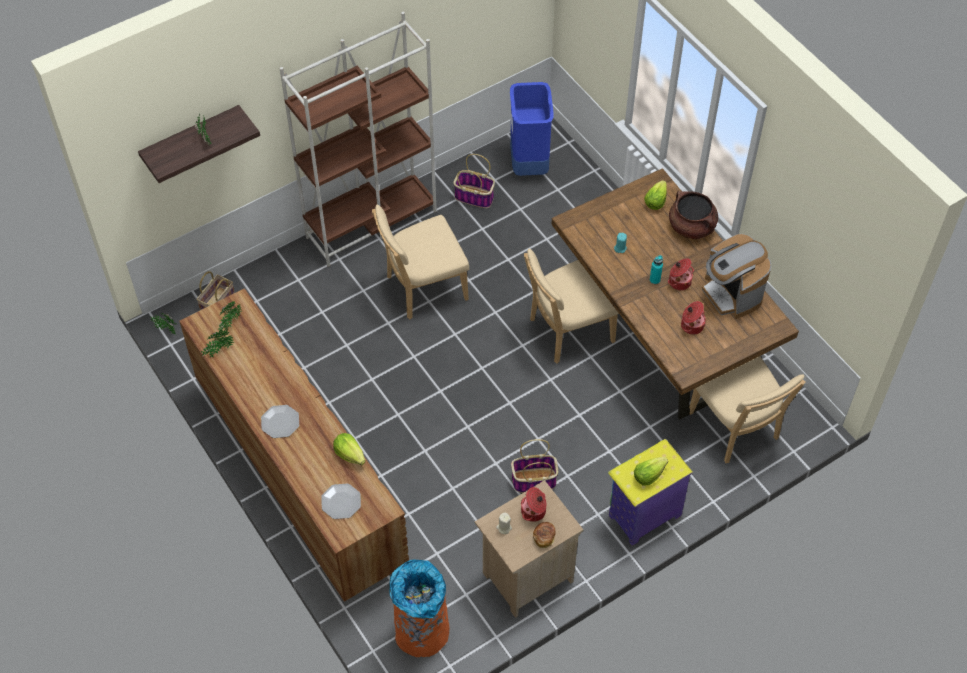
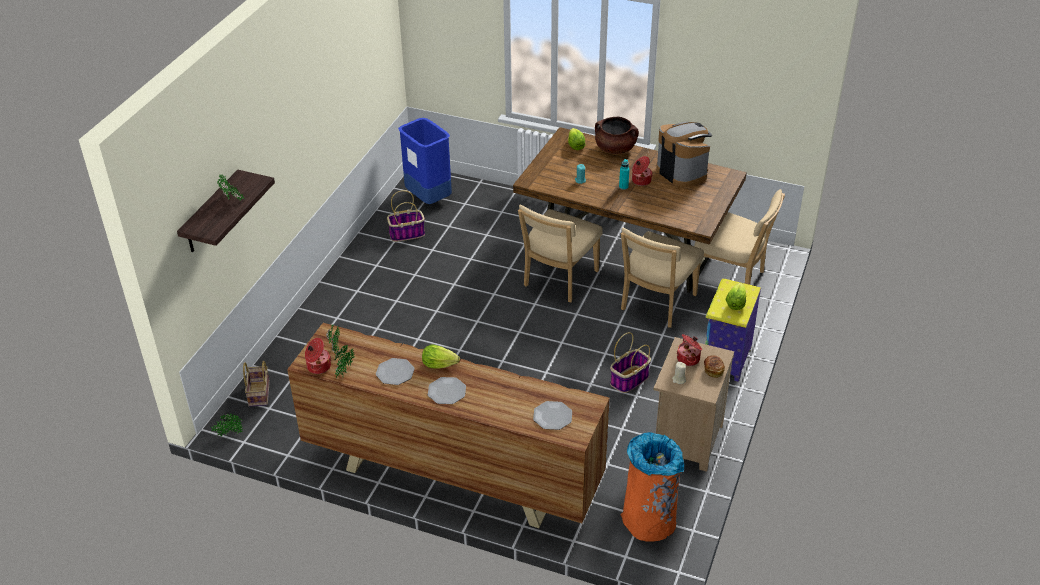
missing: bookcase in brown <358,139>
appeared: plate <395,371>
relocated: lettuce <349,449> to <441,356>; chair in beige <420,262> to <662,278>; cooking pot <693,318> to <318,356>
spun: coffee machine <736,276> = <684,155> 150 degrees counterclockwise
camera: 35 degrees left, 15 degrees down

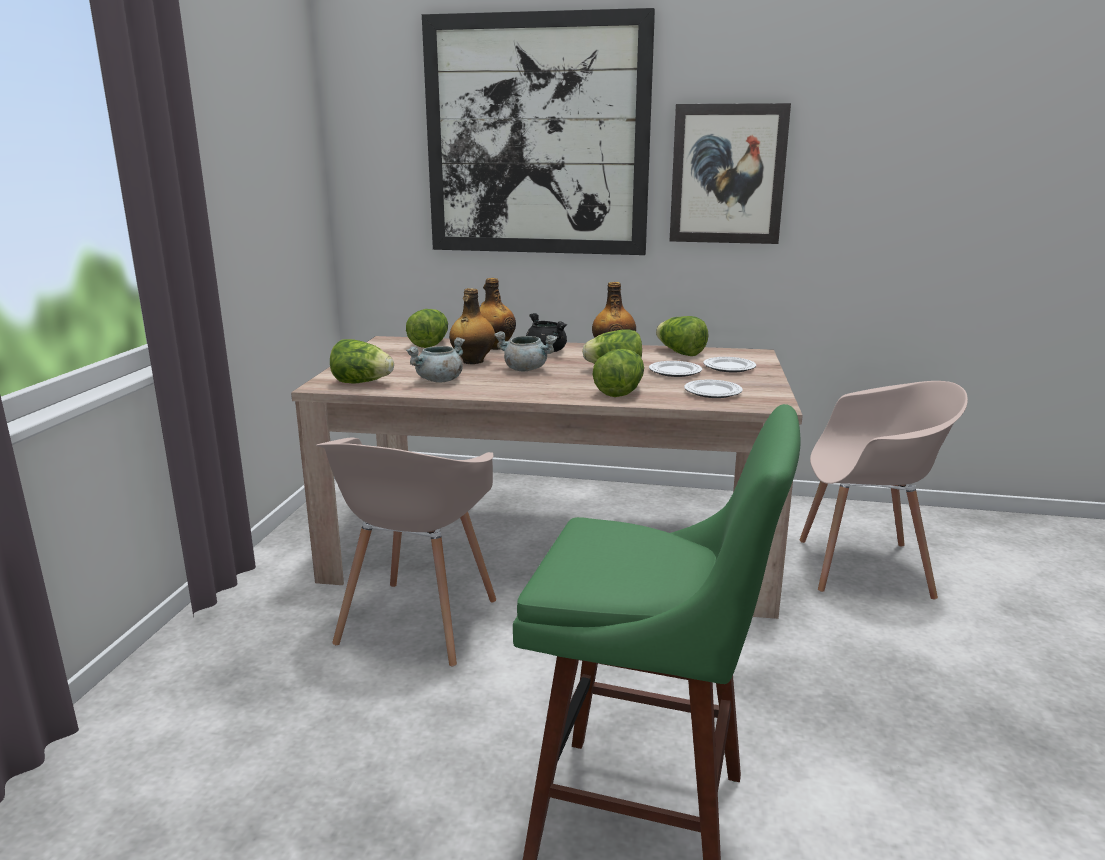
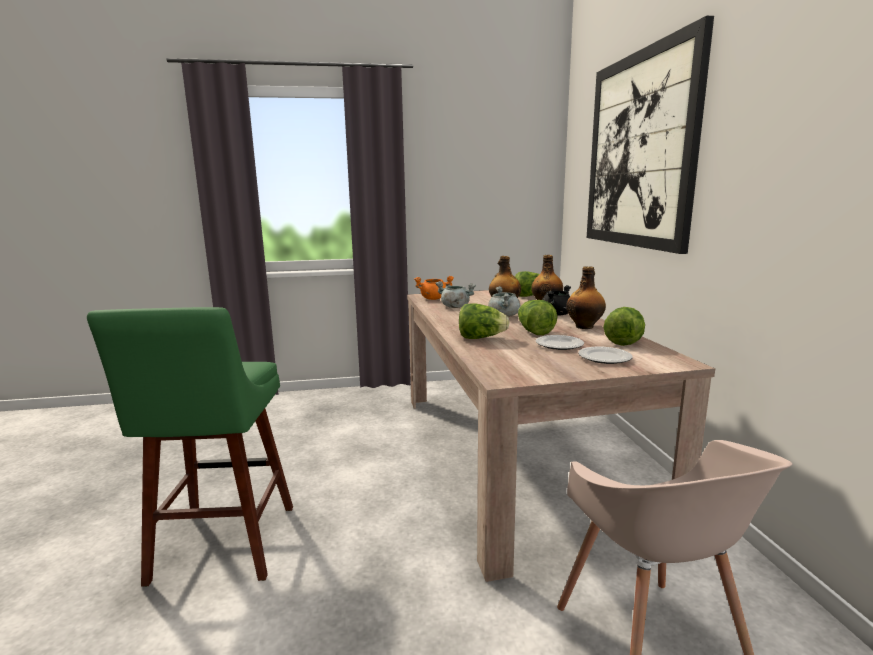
missing: chair in beige <406,552>; picture <730,173>; plate <713,388>
exchanged: lettuce <362,361> to cooking pot in orange <434,288>
camera: 70 degrees right, 5 degrees down

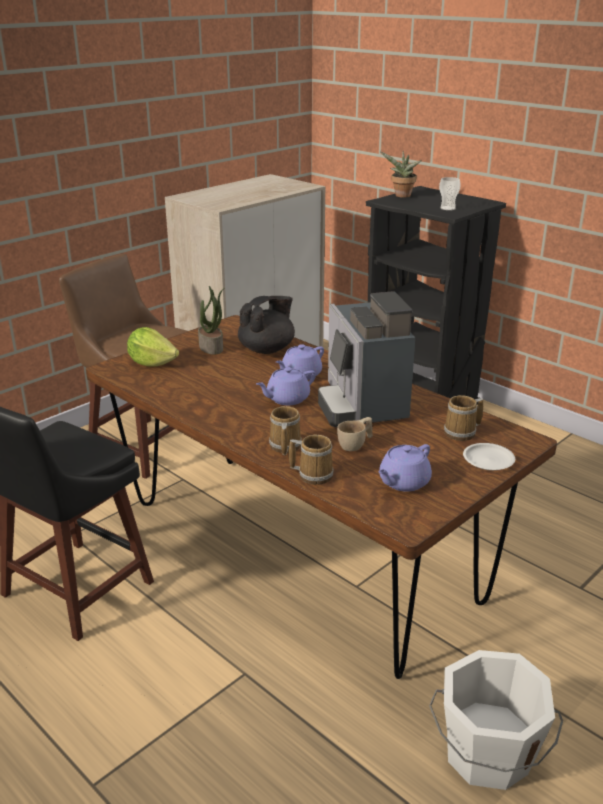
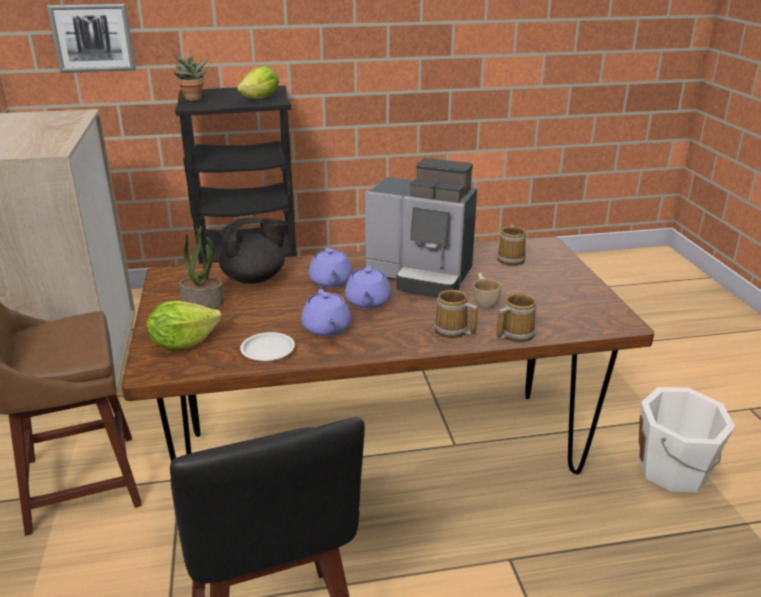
appeared: picture <91,38>
relocated: teapot in purple <405,468> to <326,312>; plate in white <489,456> to <267,346>
exchanged: cup <450,194> to lettuce <258,82>
spun: teapot in black <266,325> = <253,250> 75 degrees clockwise
camera: 55 degrees left, 0 degrees up

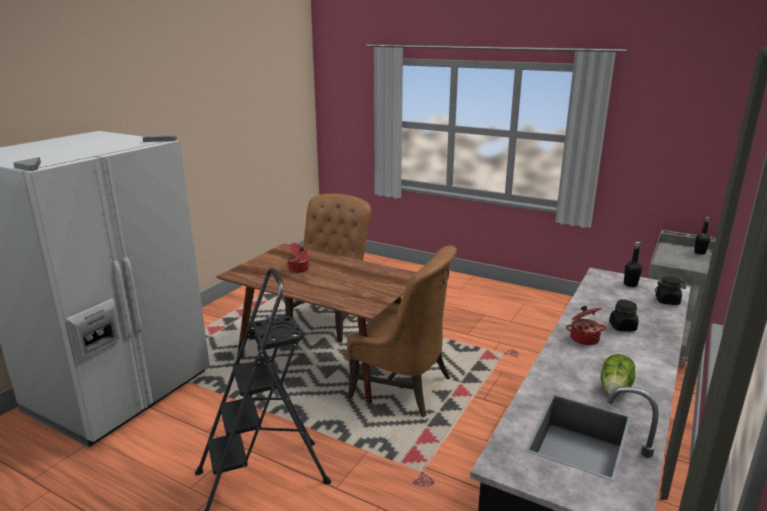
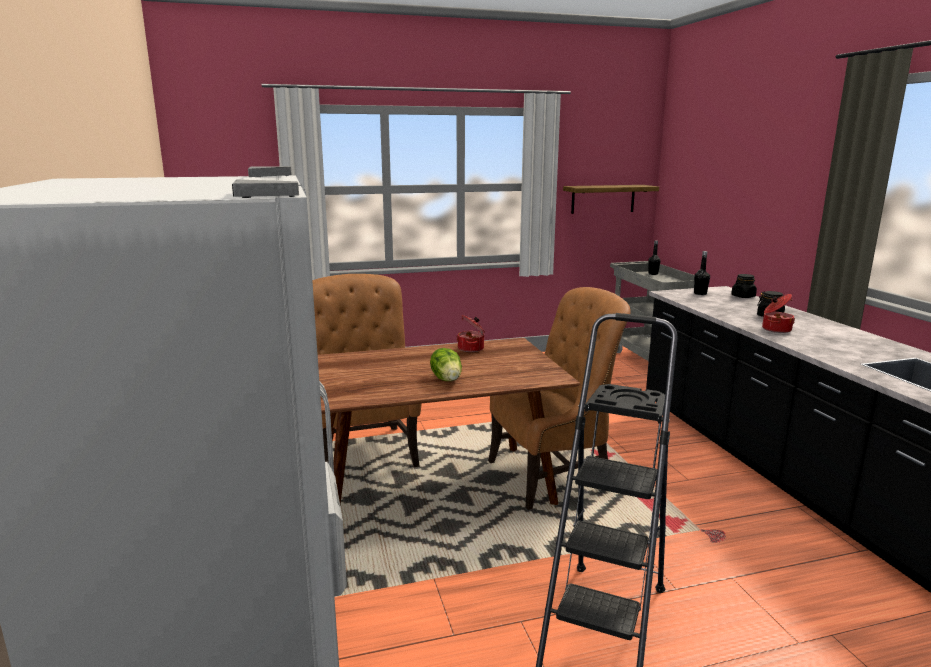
appeared: shelf <611,199>
relocated: cooking pot <298,258> to <471,333>; lettuce <618,375> to <446,364>
camera: 45 degrees left, 5 degrees down

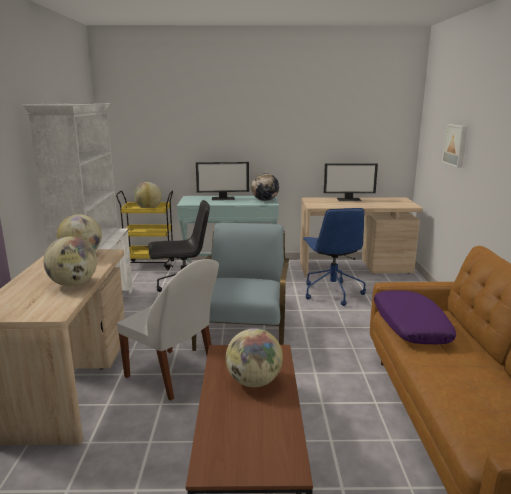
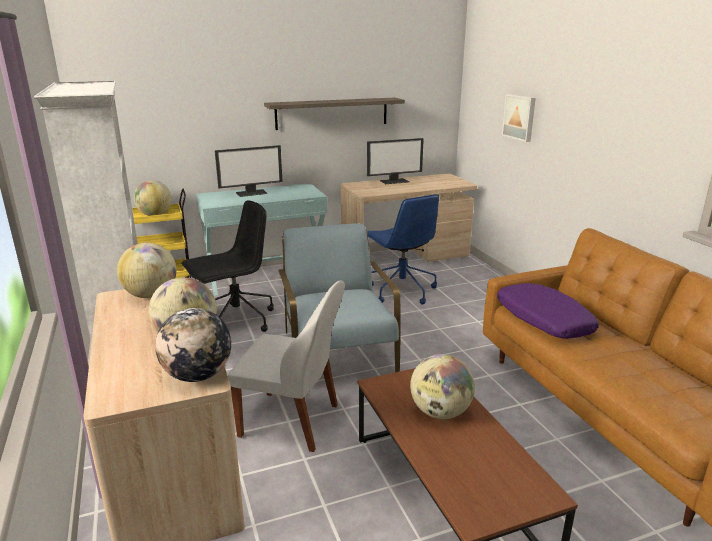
appeared: shelf <334,114>
relocated: globe <265,187> to <193,345>
camera: 20 degrees left, 5 degrees up

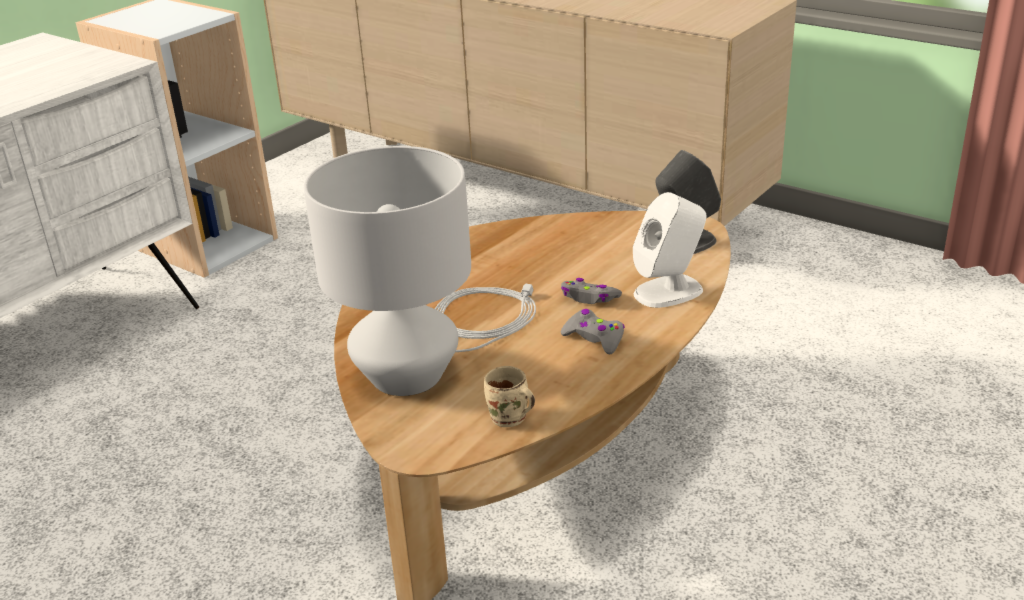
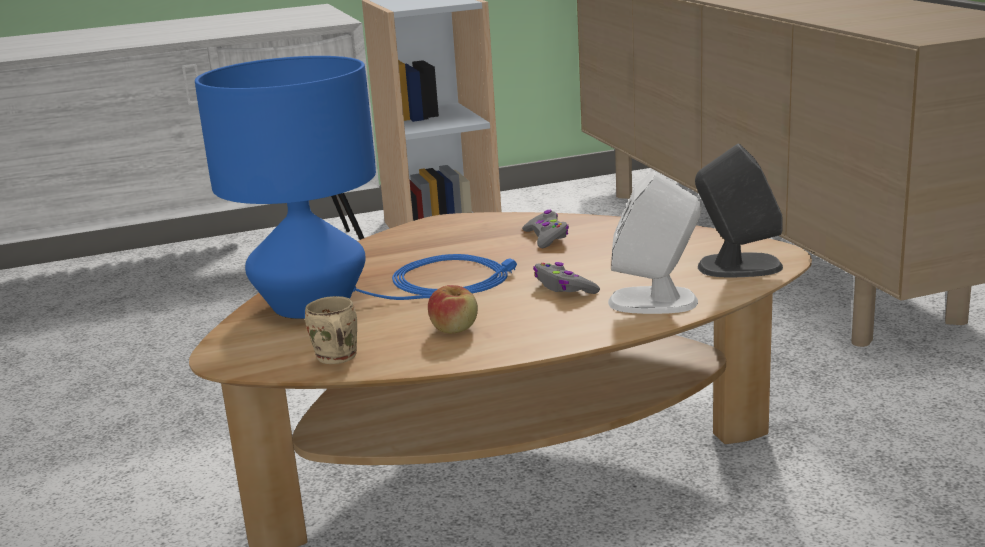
appeared: apple <453,309>
relocated: game controller in grey <593,331> to <545,229>
colour: table lamp in grey <420,271> to table lamp in blue <356,187>
camera: 35 degrees right, 10 degrees down

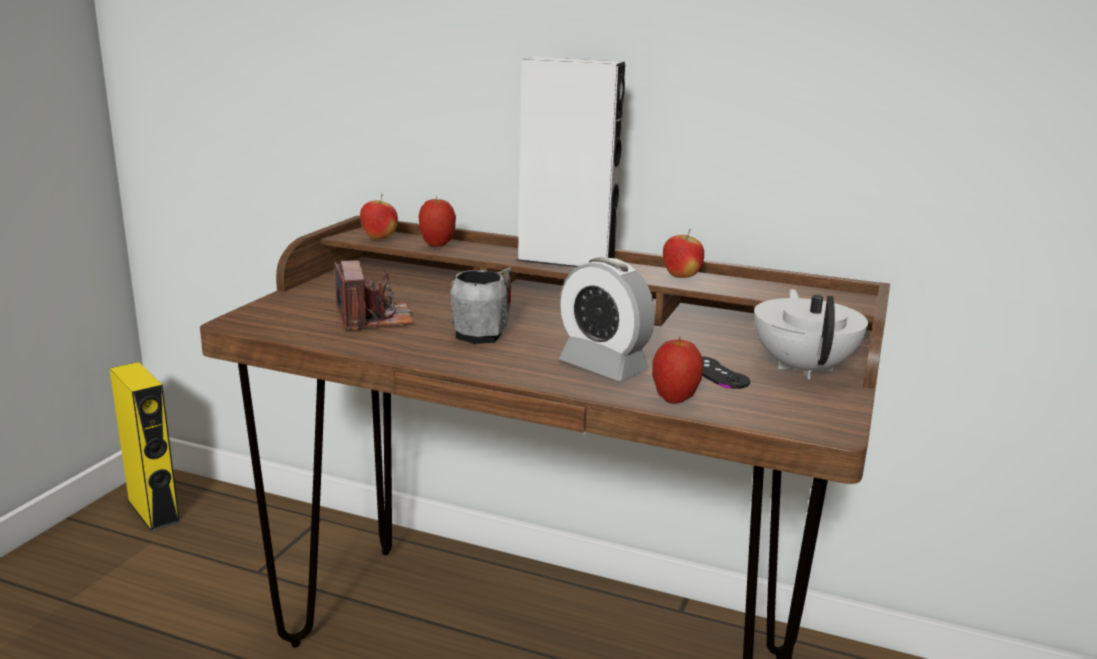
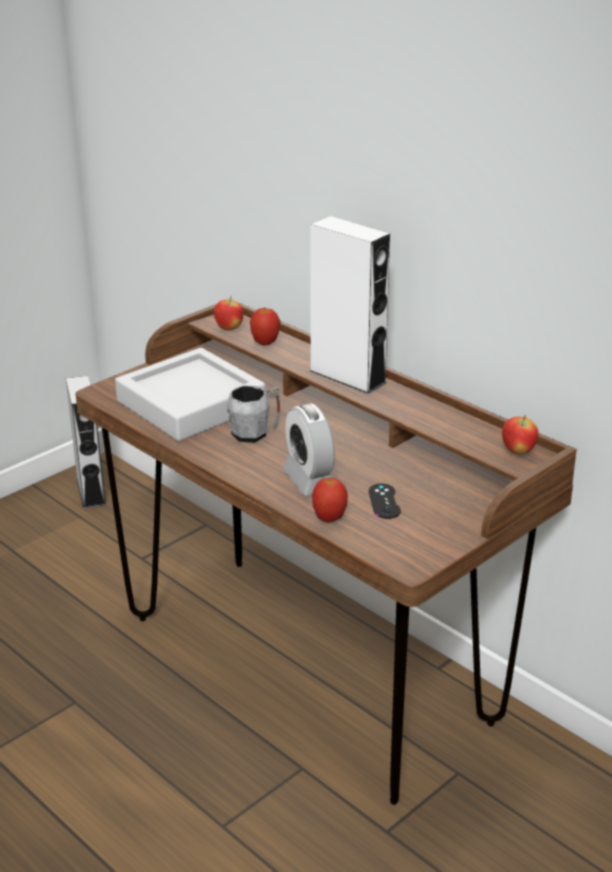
missing: teapot in white <811,334>
relocated: apple <683,253> to <520,434>
exchanged: photo camera <374,295> to tray in grey <190,394>
colour: speaker in yellow <145,446> to speaker in grey <86,442>
camera: 25 degrees right, 10 degrees up

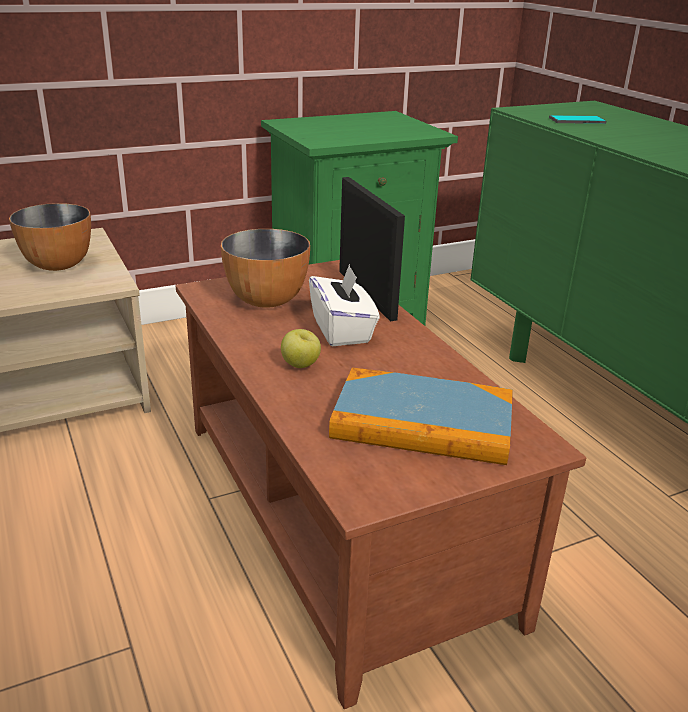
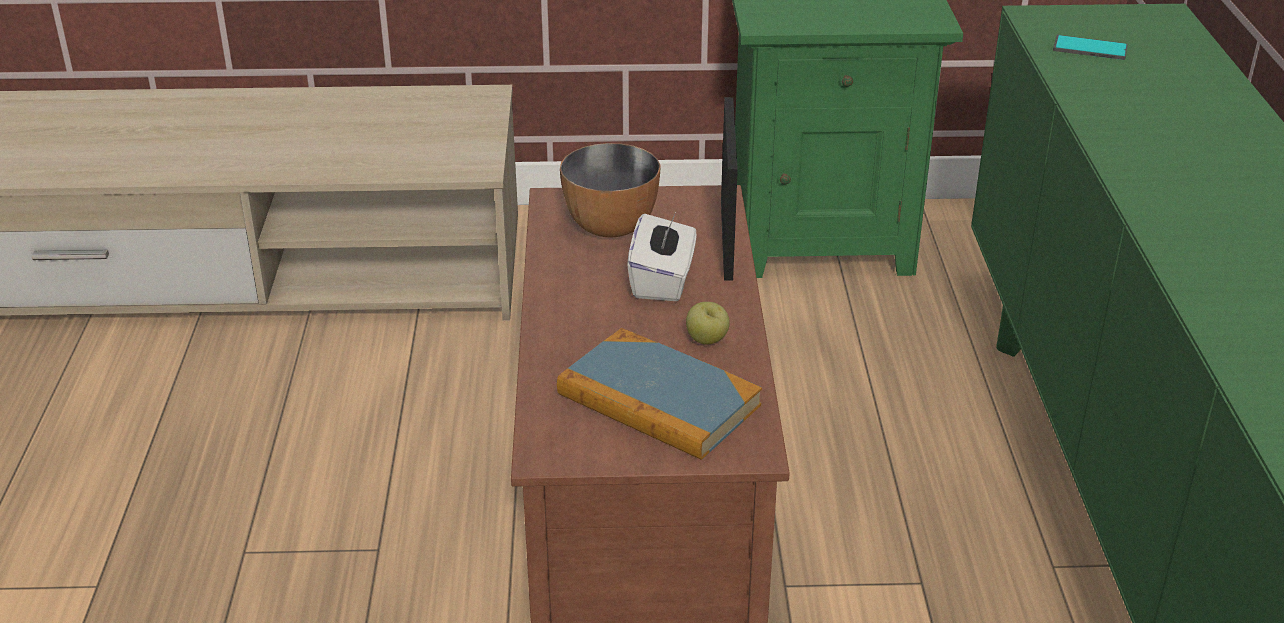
missing: bowl <50,237>
relocated: apple <301,348> to <708,323>
camera: 25 degrees right, 5 degrees up

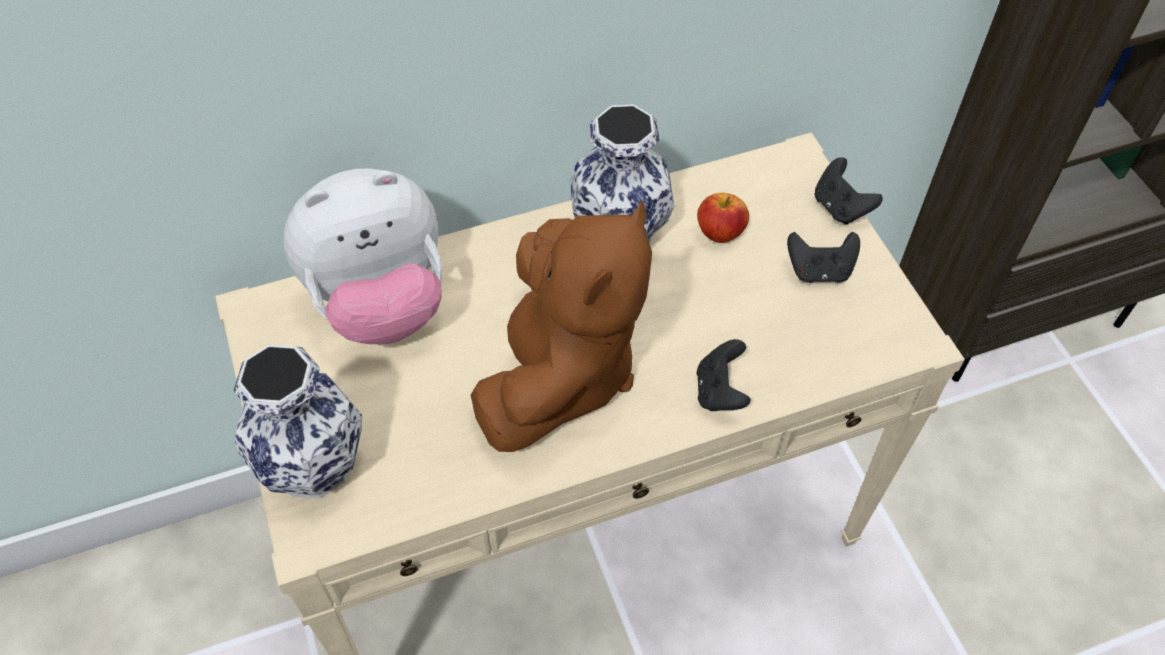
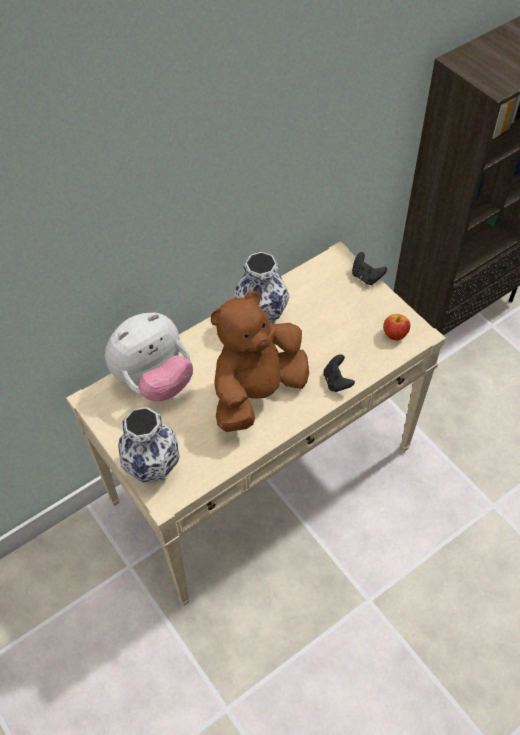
missing: game controller in black <823,257>
relocated: apple <723,218> to <397,327>
spun: plush toy in brown <561,326> = <260,361> 135 degrees counterclockwise
camera: 15 degrees left, 0 degrees up

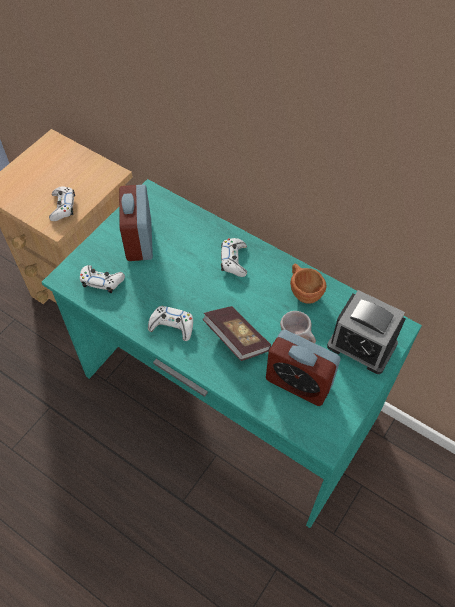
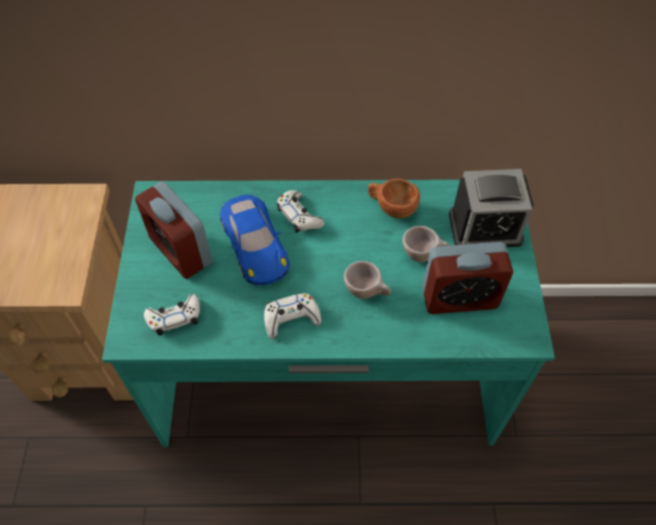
missing: game controller in white <62,203>
appeared: toy car in blue <254,240>
exchanged: book <237,333> to cup in beige <367,280>
camera: 35 degrees left, 0 degrees up

